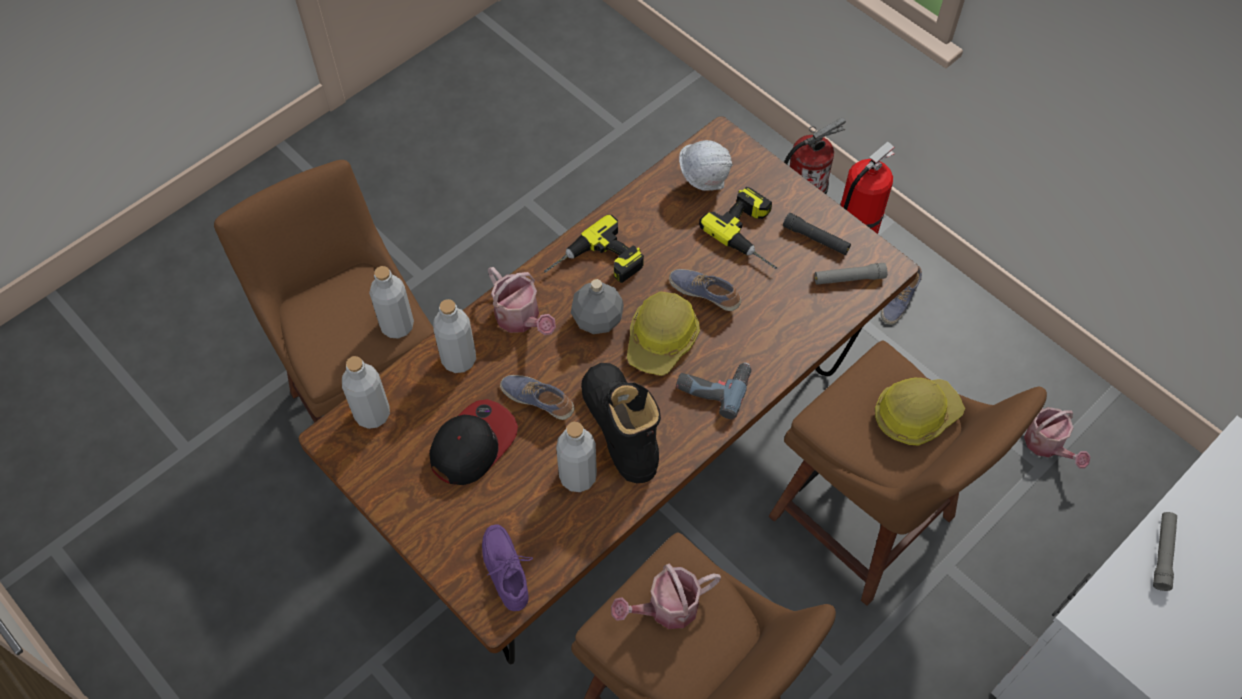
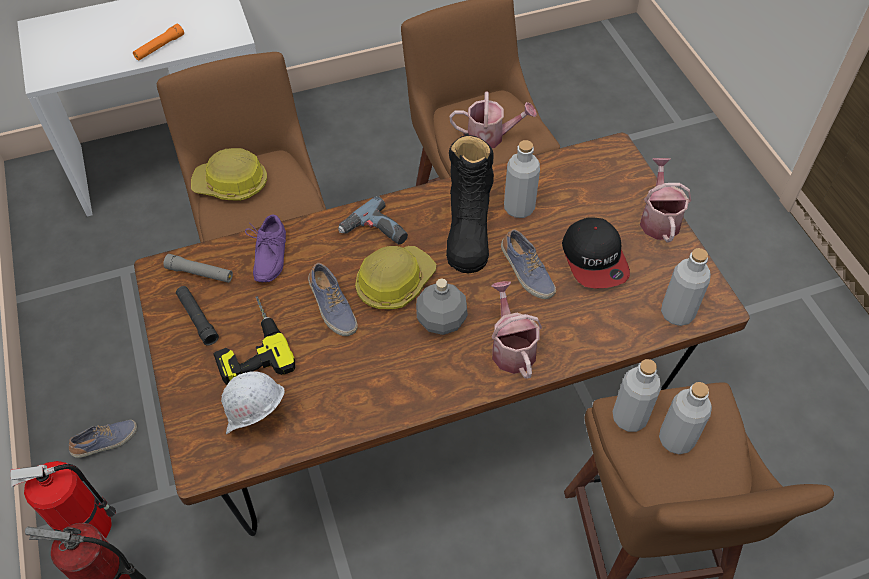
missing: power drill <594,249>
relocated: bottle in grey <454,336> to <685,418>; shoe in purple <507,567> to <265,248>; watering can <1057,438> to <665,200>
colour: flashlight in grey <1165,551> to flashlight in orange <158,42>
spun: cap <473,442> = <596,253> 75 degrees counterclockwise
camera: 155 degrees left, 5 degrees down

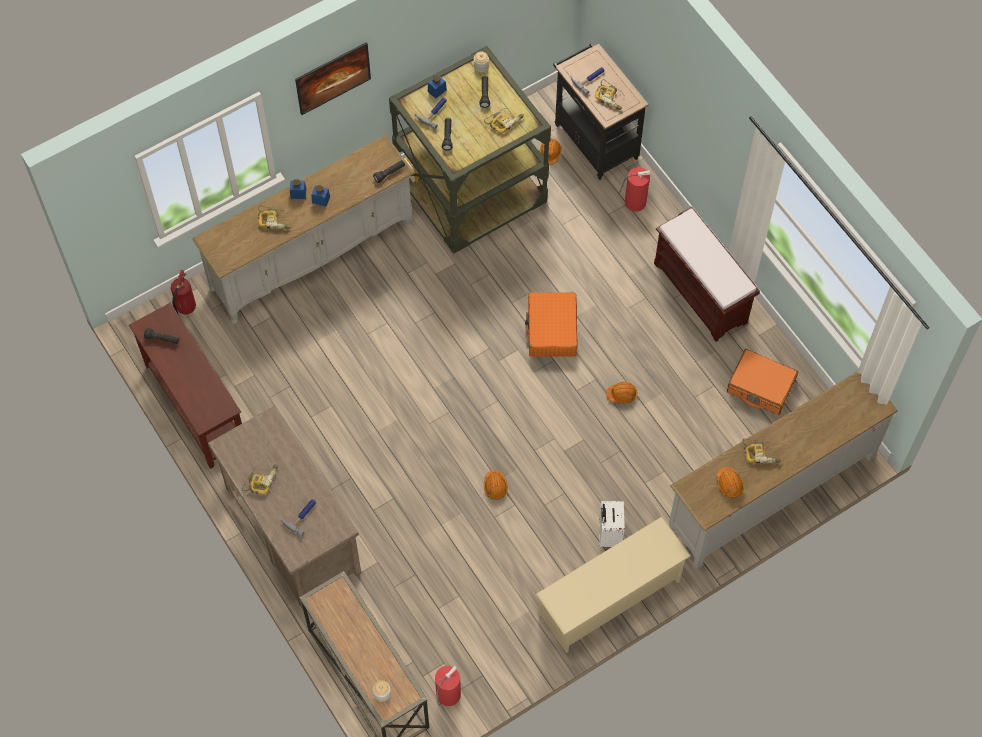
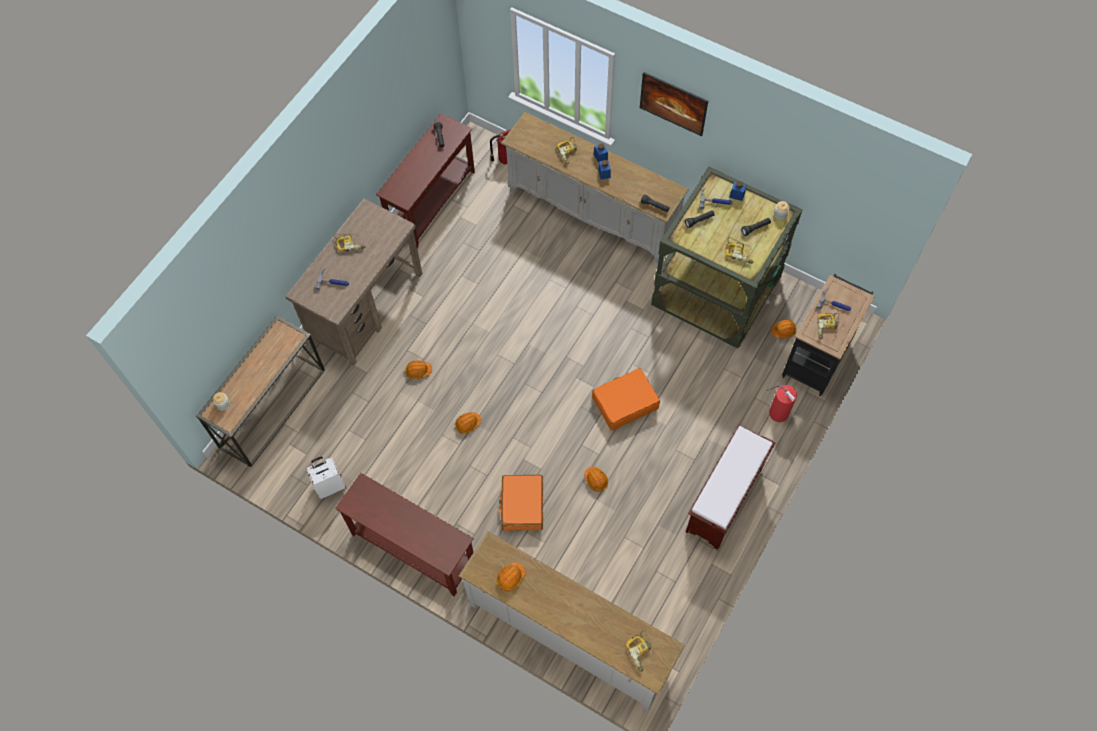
missing: fire extinguisher <448,686>
appeared: hard hat in orange <418,369>
relocated: suitcase in white <612,524> to <326,477>; suitcase in orange <762,382> to <521,503>; power drill <762,451> to <640,651>
exchanged: shoe rack in beige <613,585> to console table in brown <404,534>
camera: 65 degrees right, 0 degrees up

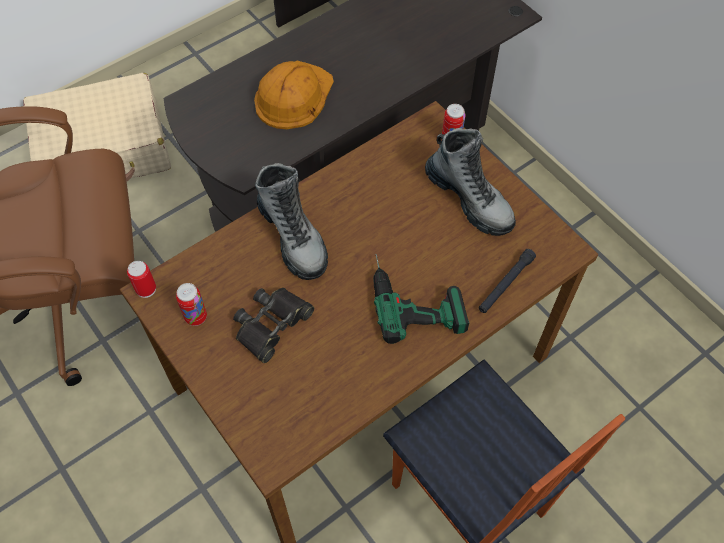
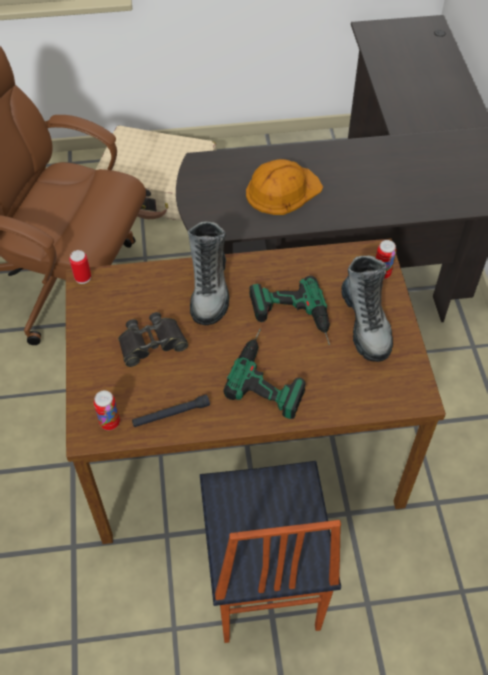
appeared: power drill <289,310>
relocated: can <191,304> to <107,410>; flashlight in black <507,281> to <171,410>
camera: 30 degrees right, 5 degrees down

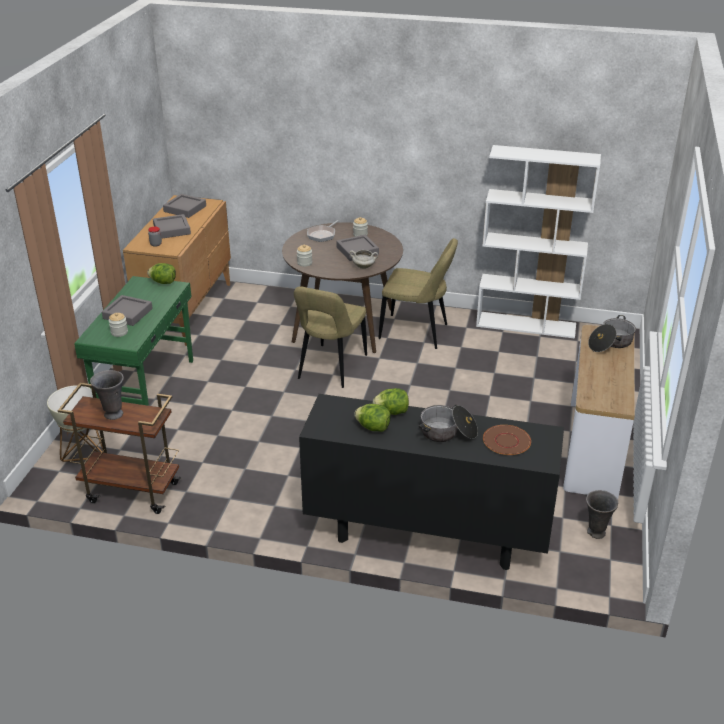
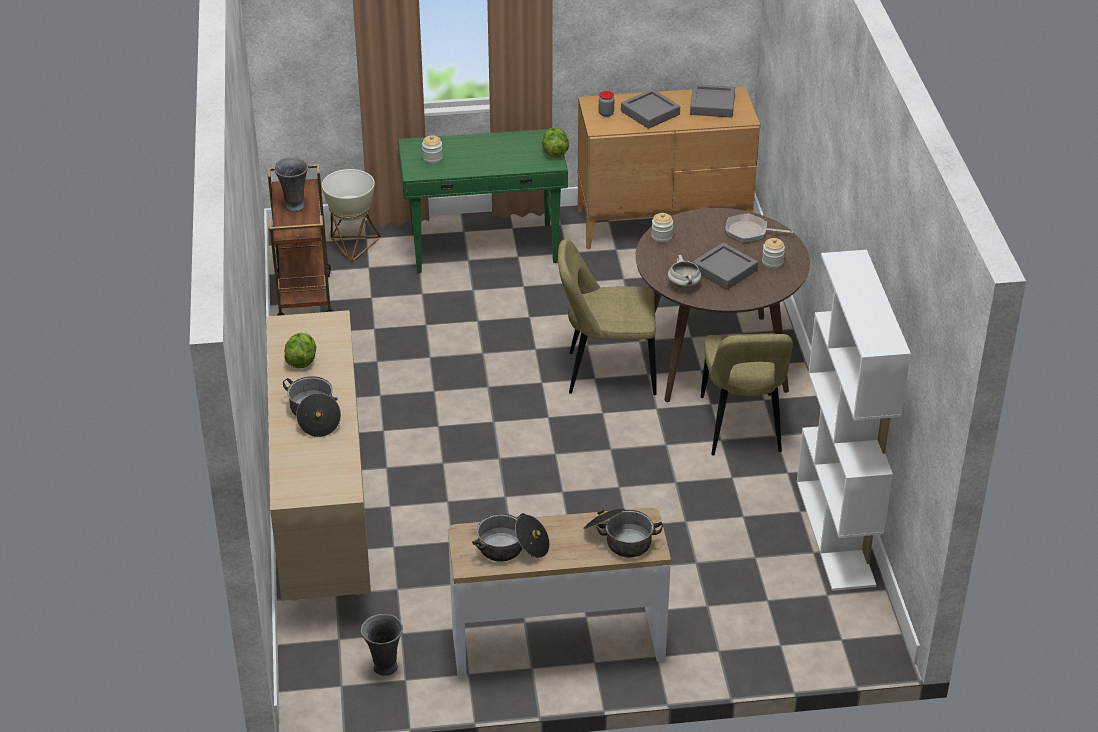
missing: tray in grey <127,310>; lettuce <391,401>; plate in brown <507,440>
appeared: cooking pot <511,537>
colour: dresser in black <431,482> to dresser in beige <318,455>
camera: 70 degrees right, 5 degrees up

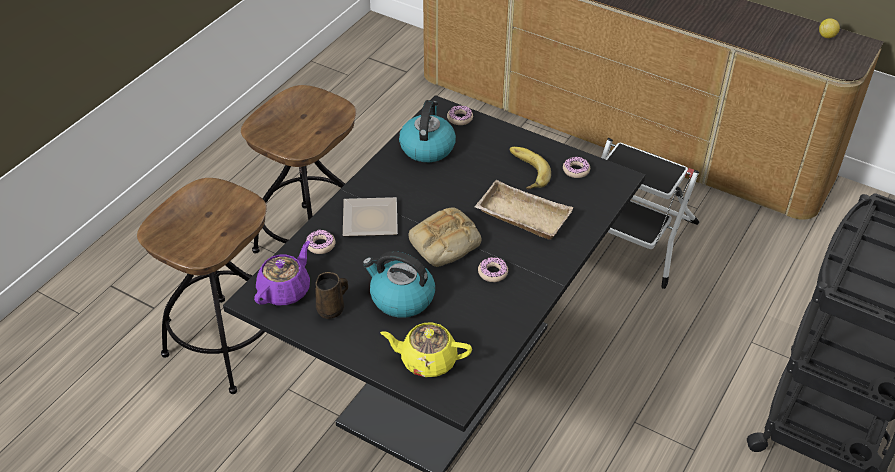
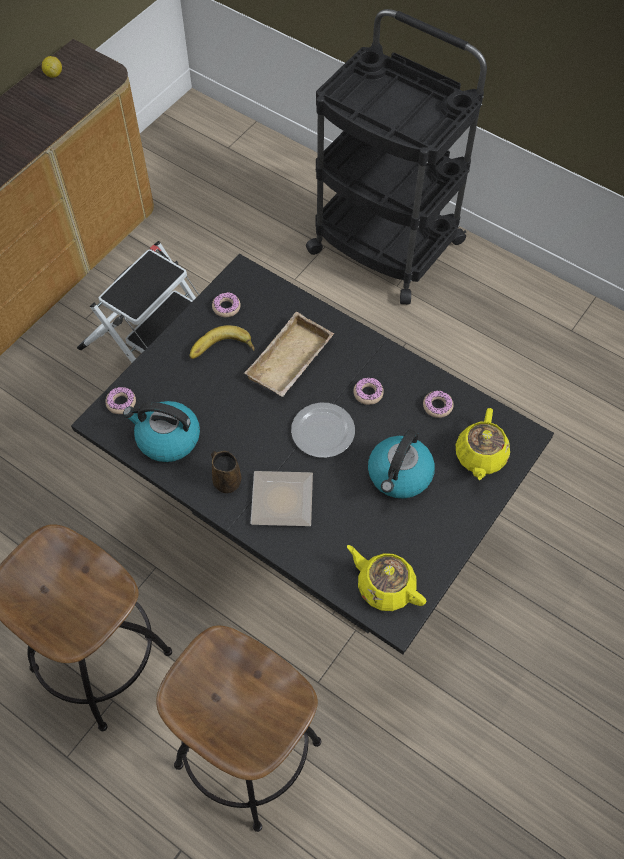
relocated: donut <320,242> to <438,404>; mug in brown <331,295> to <226,472>
exchanged: bread <444,237> to plate <323,430>
colour: teapot in purple <282,273> to teapot in yellow <386,578>
camera: 85 degrees left, 15 degrees up

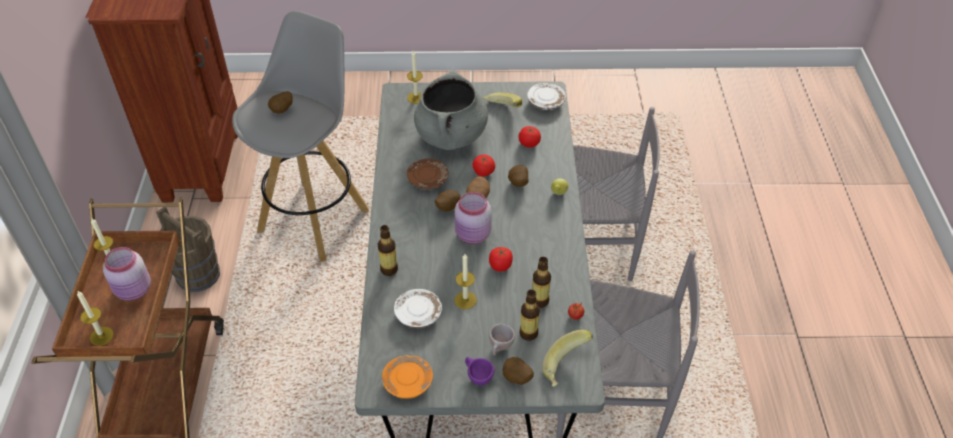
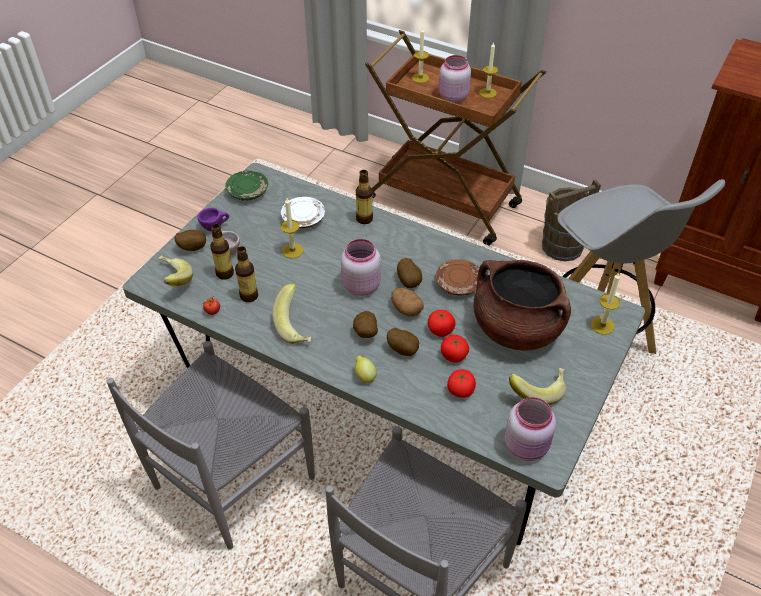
appeared: banana <291,313>
relocated: potato <280,102> to <365,324>; tomato <501,259> to <455,349>
exchanged: plate in white <546,96> to jar in pink <530,429>
colour: plate in orange <407,377> to plate in green <246,186>; cooking pot in grey <451,110> to cooking pot in brown <522,305>
camera: 120 degrees right, 0 degrees up

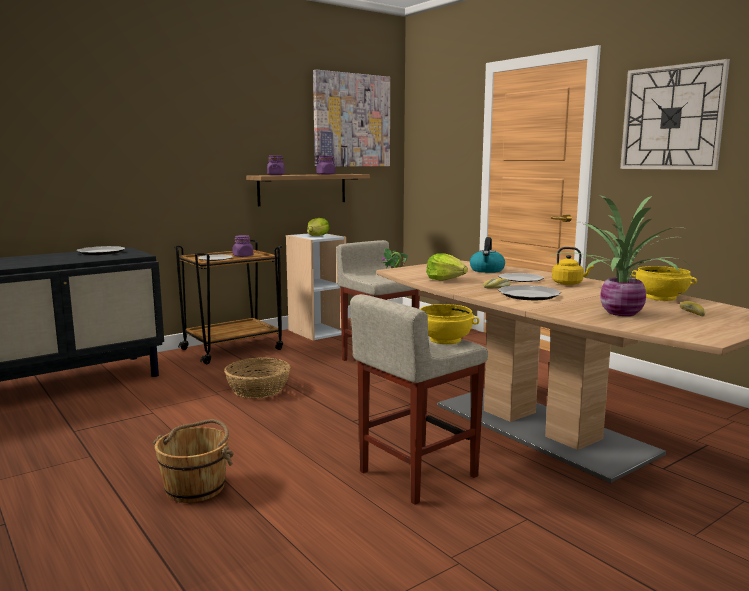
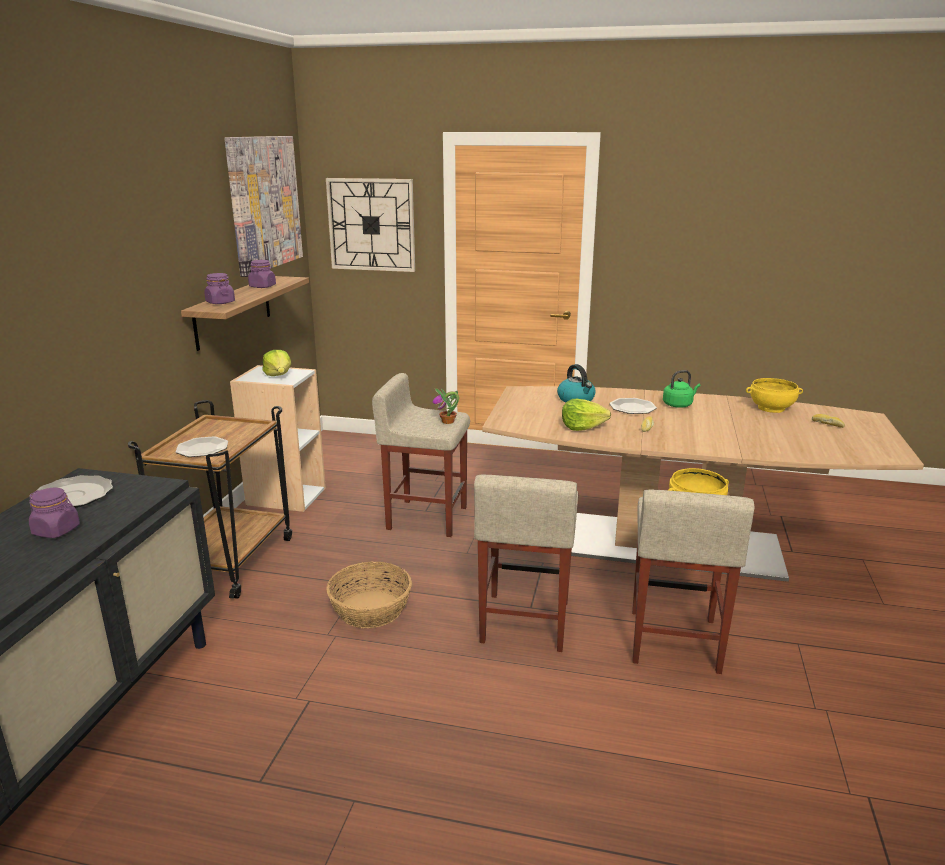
missing: bucket in brown <193,461>; plate <529,292>; potted plant <618,255>
appeared: stool in beige <526,563>
relocated: jar in purple <243,246> to <54,513>; wall clock <675,114> to <370,225>
colour: kettle in yellow <573,266> to kettle in green <682,389>
camera: 40 degrees left, 10 degrees up

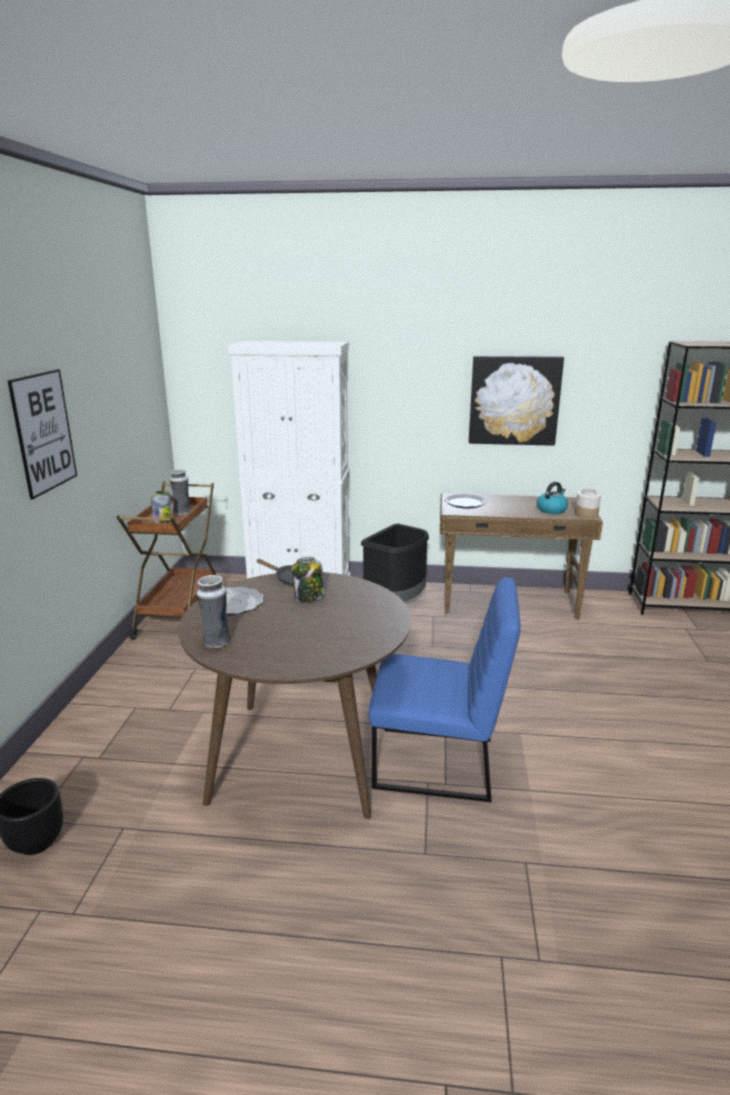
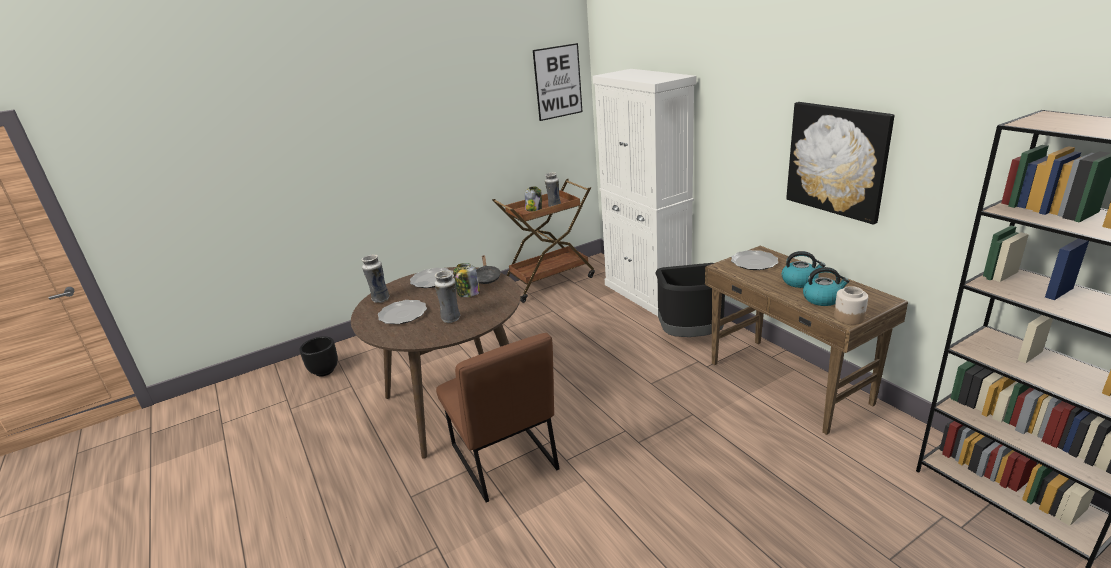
appeared: plate <402,312>; vase <447,296>; kettle <803,269>
relocated: picture <42,434> to <557,82>
colour: chair in blue <444,689> to chair in brown <497,417>
camera: 55 degrees right, 5 degrees up

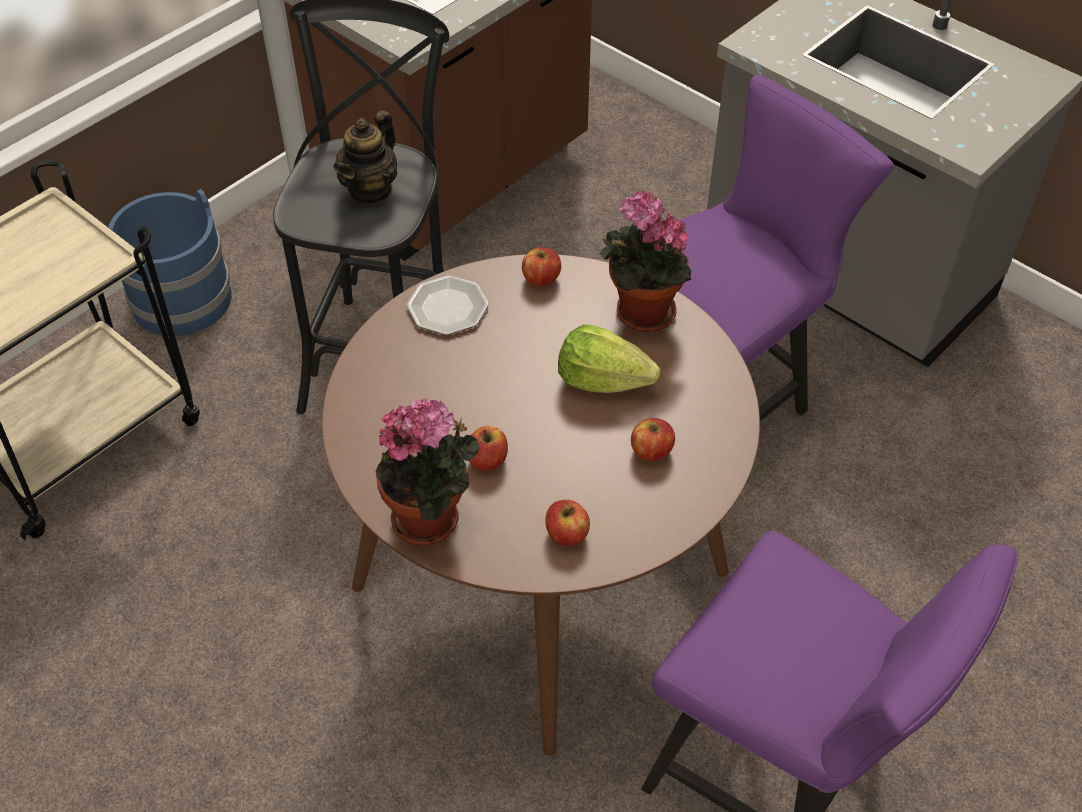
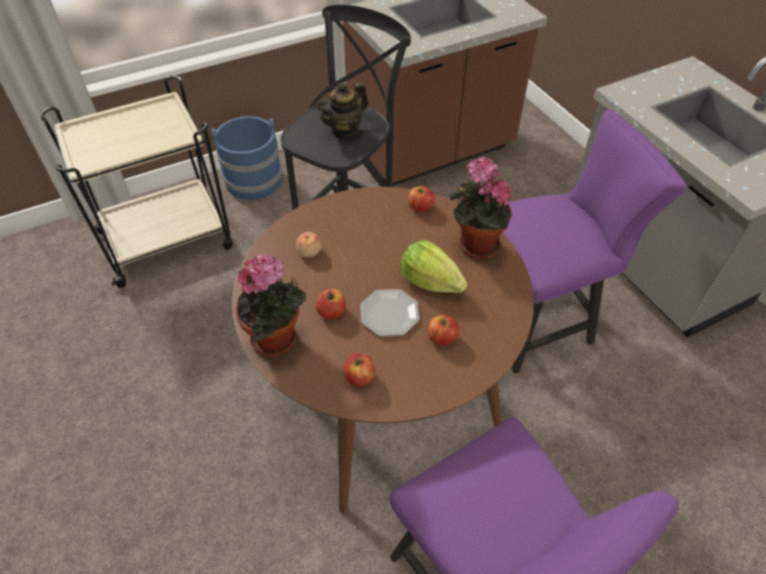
appeared: apple <308,245>
relocated: plate <448,305> to <390,312>
camera: 20 degrees right, 0 degrees up

